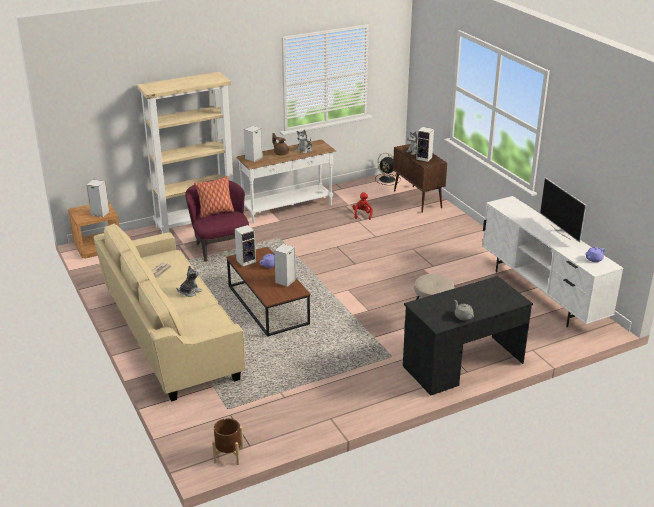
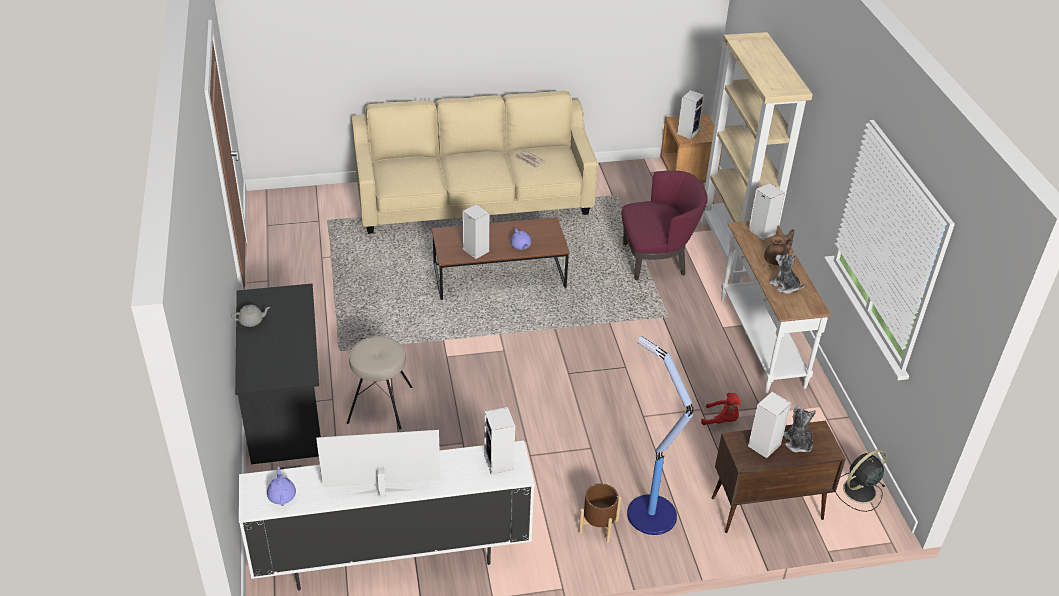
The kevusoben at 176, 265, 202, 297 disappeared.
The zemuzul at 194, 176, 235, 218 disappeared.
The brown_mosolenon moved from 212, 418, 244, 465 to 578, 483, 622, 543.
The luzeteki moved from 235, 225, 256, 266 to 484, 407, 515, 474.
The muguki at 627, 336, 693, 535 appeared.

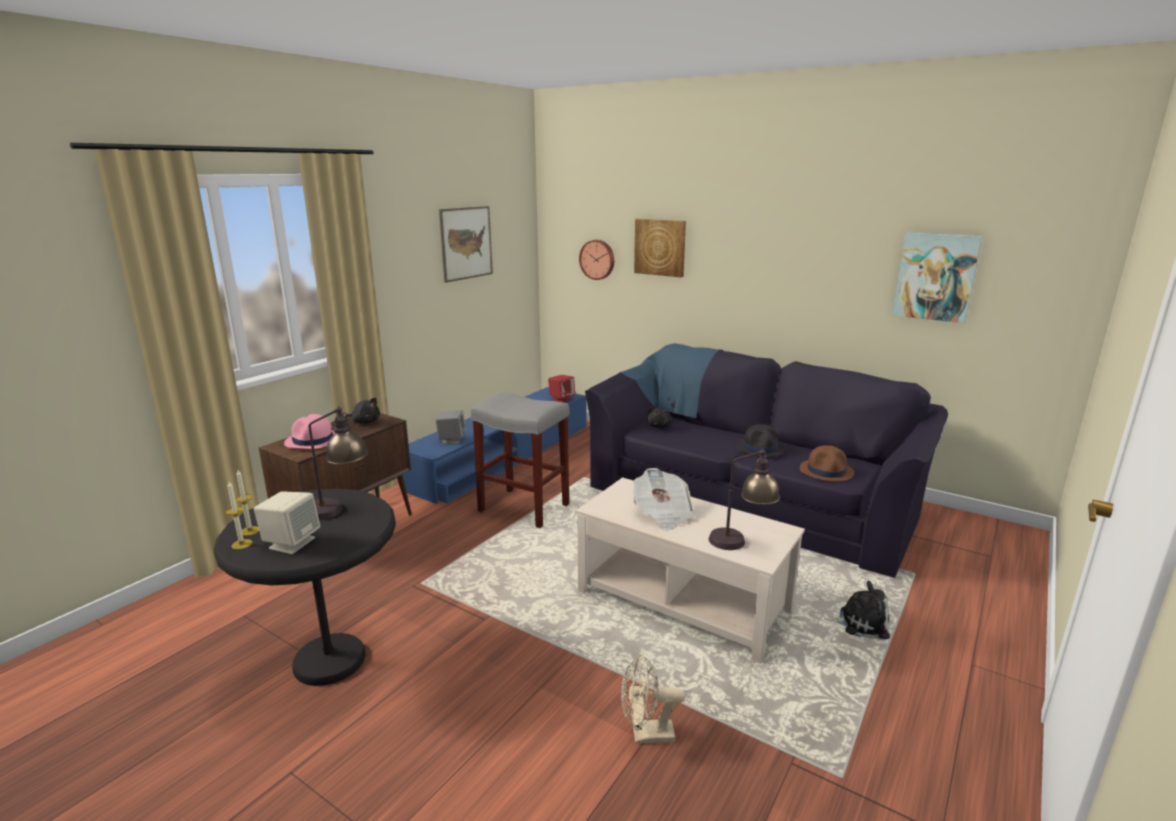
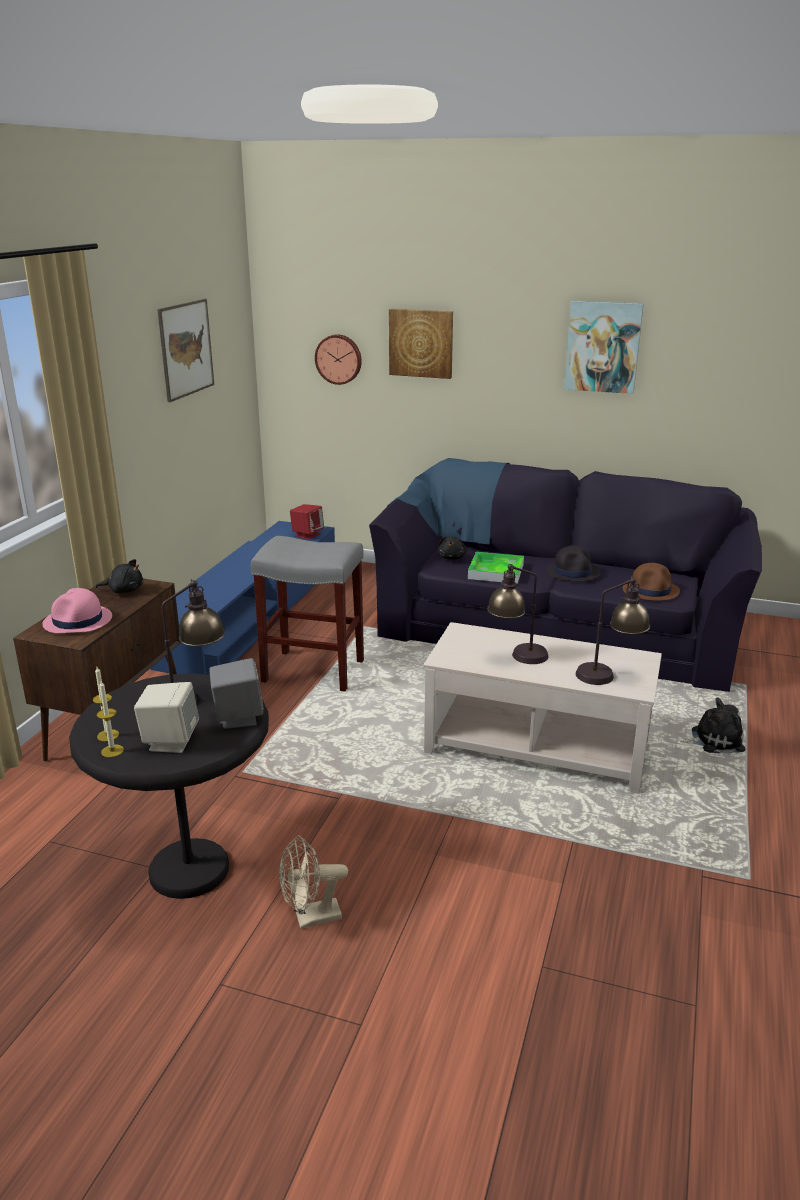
The grey_luzeteki moved from 435, 410, 466, 444 to 209, 658, 264, 729.
The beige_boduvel moved from 621, 654, 685, 744 to 280, 835, 348, 929.
The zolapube at 633, 468, 694, 531 was replaced by the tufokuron at 487, 564, 548, 664.
The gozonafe moved from 892, 232, 982, 323 to 564, 301, 644, 394.
The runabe at 468, 552, 524, 584 appeared.

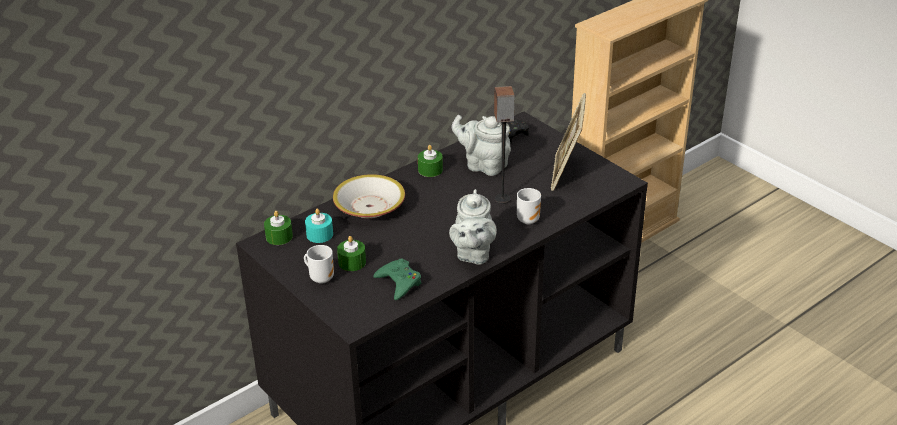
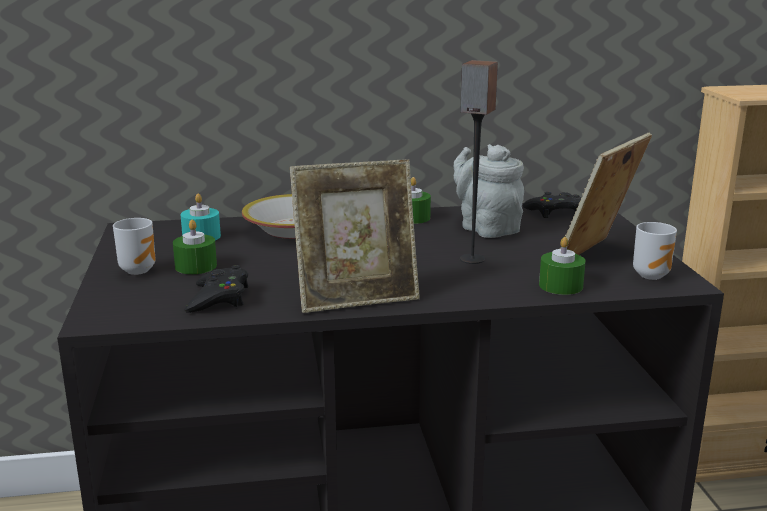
The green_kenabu moved from 264, 211, 293, 245 to 539, 237, 586, 295.
The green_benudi at 373, 259, 421, 300 became the black_benudi at 184, 265, 249, 313.
The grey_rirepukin at 449, 189, 497, 265 was replaced by the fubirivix at 290, 159, 420, 313.
The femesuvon moved from 517, 188, 541, 224 to 633, 222, 677, 280.

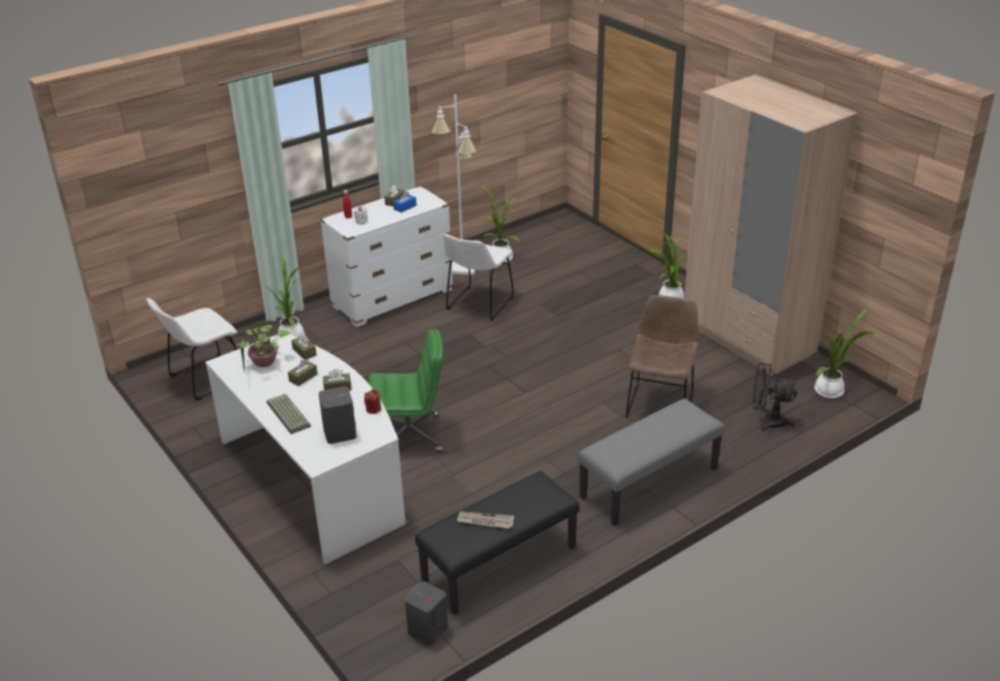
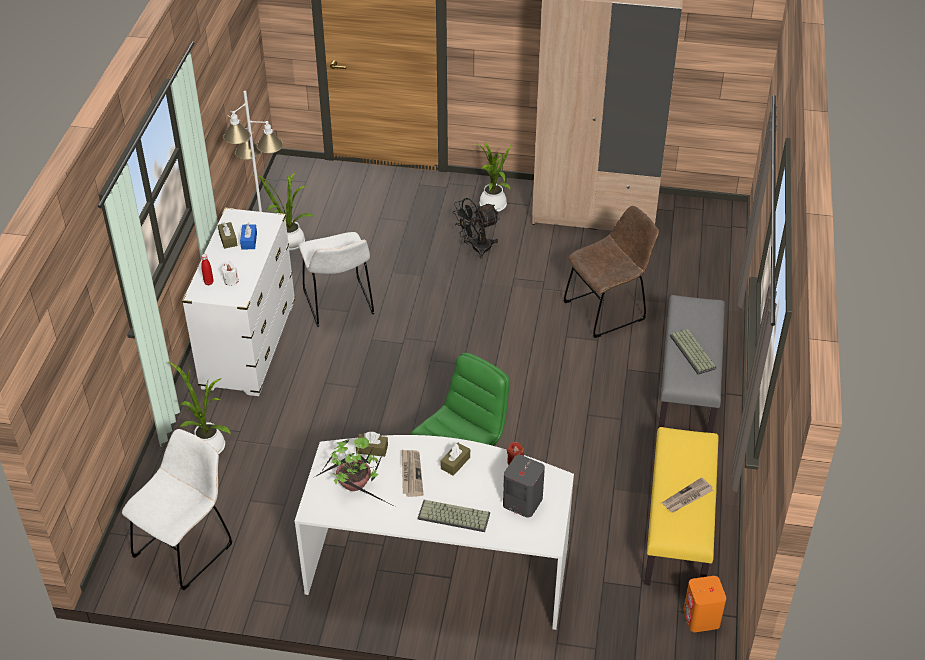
The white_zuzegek at 146, 298, 237, 401 turned 150 degrees counterclockwise.
The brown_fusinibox at 288, 359, 317, 386 was replaced by the zolapube at 402, 450, 424, 497.
The grey_luzeteki at 405, 582, 448, 645 became the orange_luzeteki at 683, 576, 726, 632.
The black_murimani at 415, 471, 580, 615 became the yellow_murimani at 644, 427, 719, 585.
The brown_zuzegek at 626, 295, 699, 418 turned 90 degrees clockwise.
The black_boduvel moved from 752, 363, 798, 431 to 453, 198, 500, 259.
The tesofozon at 814, 308, 874, 398 disappeared.
The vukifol at 670, 329, 716, 375 appeared.

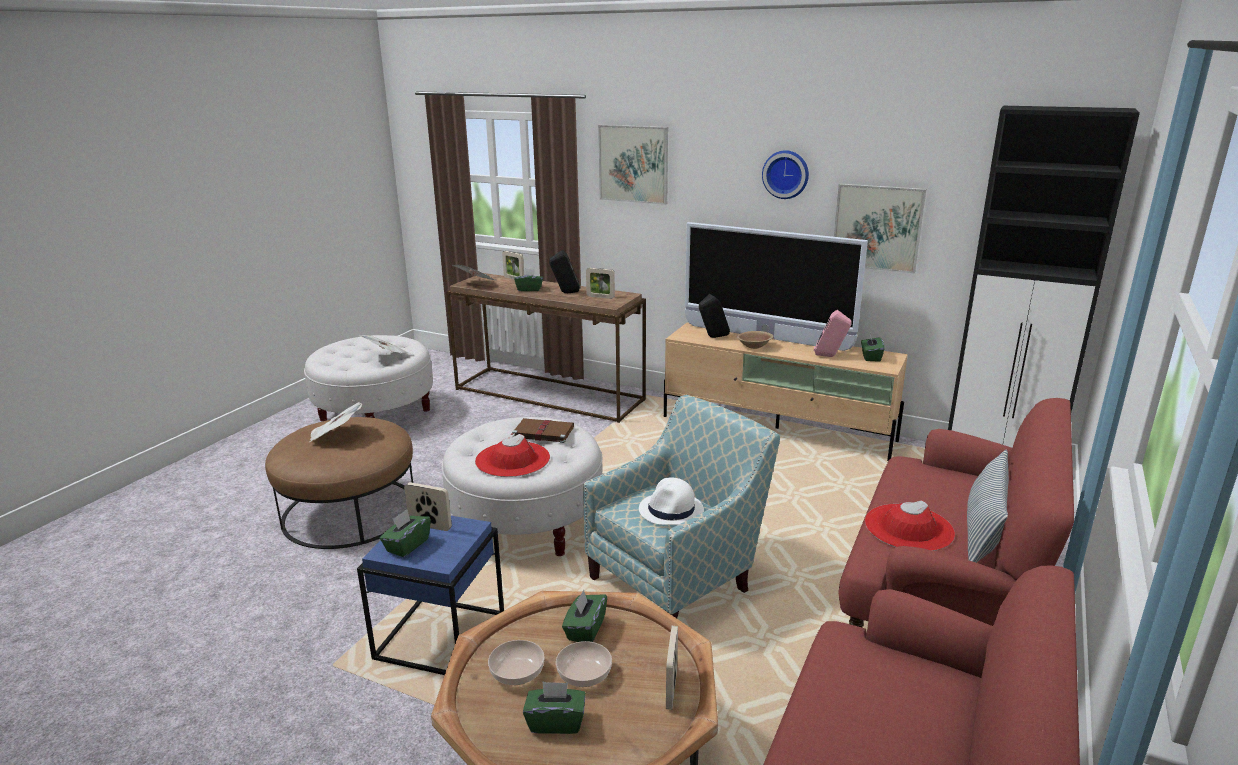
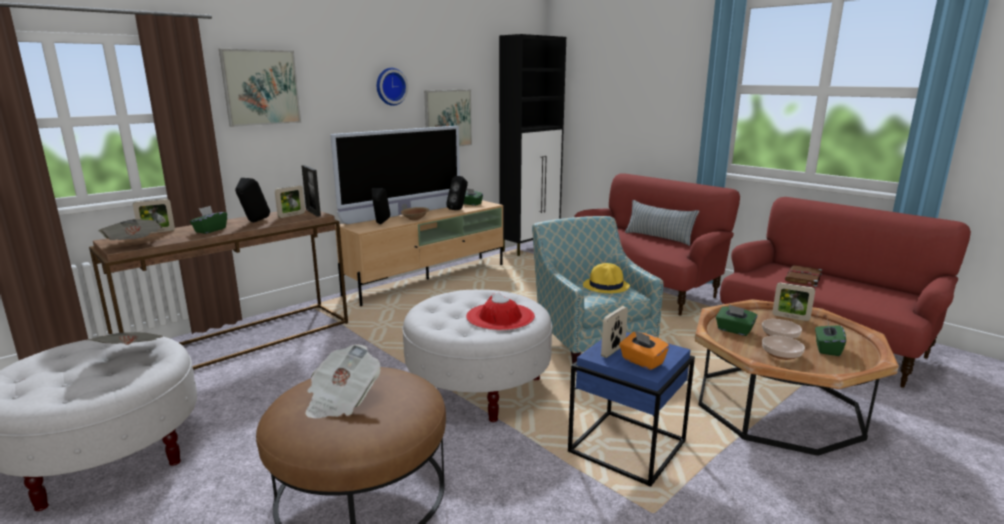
The green_fusinibox at 380, 509, 431, 557 became the orange_fusinibox at 619, 330, 669, 370.
The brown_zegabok moved from 511, 418, 574, 443 to 785, 265, 822, 287.
The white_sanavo at 639, 477, 704, 525 became the yellow_sanavo at 583, 263, 630, 293.
The pink_luzeteki at 814, 310, 852, 357 became the black_luzeteki at 446, 176, 468, 210.
The red_sanavo at 865, 500, 955, 551 disappeared.
The fubirivix at 302, 165, 321, 217 appeared.

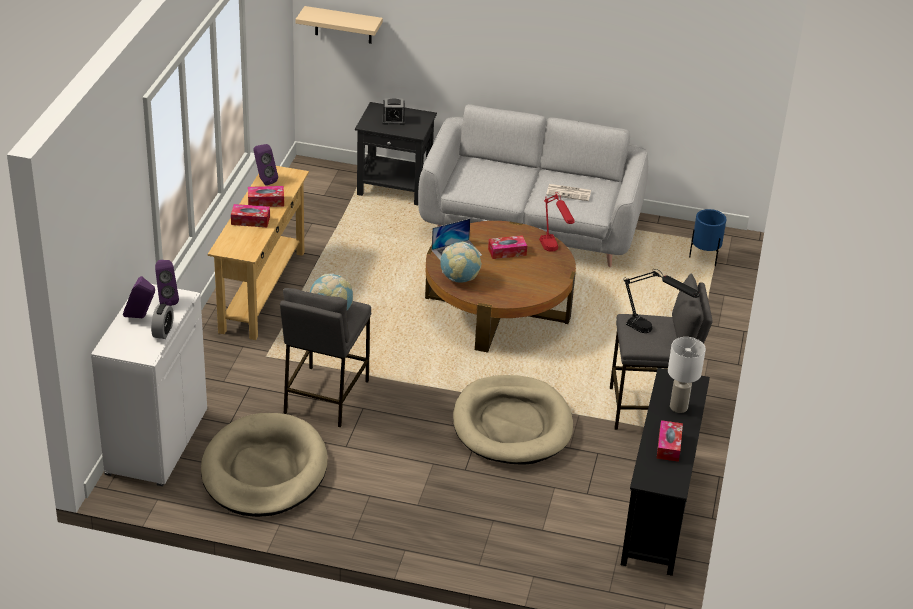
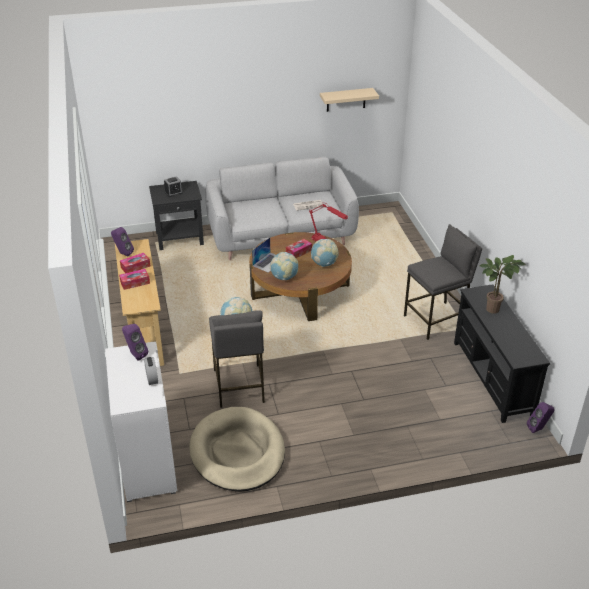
The purple_luzeteki moved from 123, 276, 155, 318 to 527, 402, 555, 433.
The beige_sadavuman moved from 295, 6, 383, 44 to 320, 88, 379, 112.
The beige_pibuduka at 453, 375, 573, 465 disappeared.
The black_tufokuron at 624, 269, 700, 333 disappeared.
The fusinibox at 656, 420, 683, 462 disappeared.
The white_tufokuron at 668, 337, 706, 413 was replaced by the tesofozon at 480, 255, 526, 314.
The blue_mosolenon at 689, 209, 726, 266 disappeared.
The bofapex at 311, 239, 338, 267 appeared.

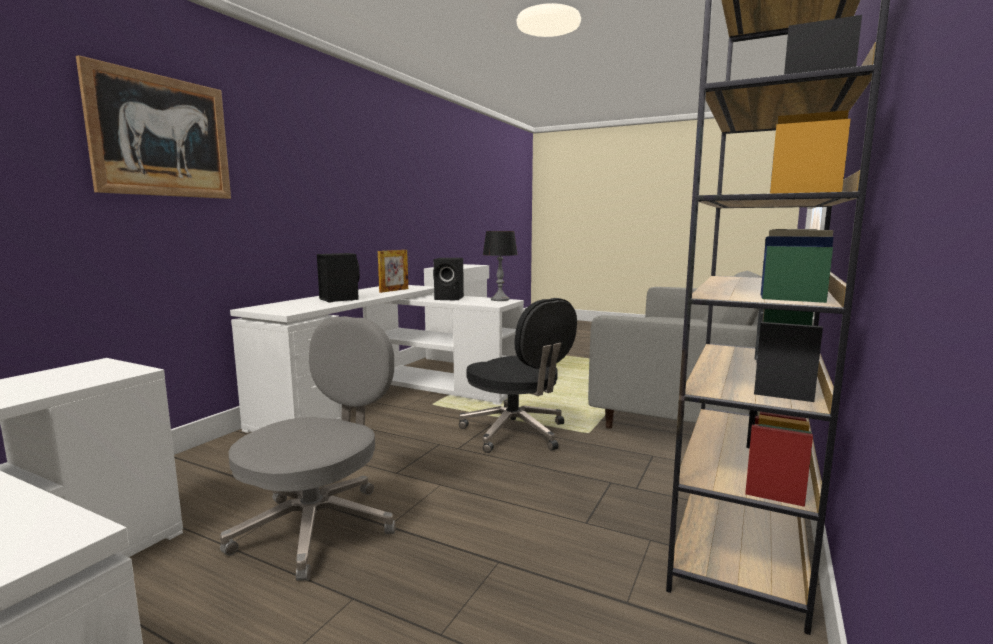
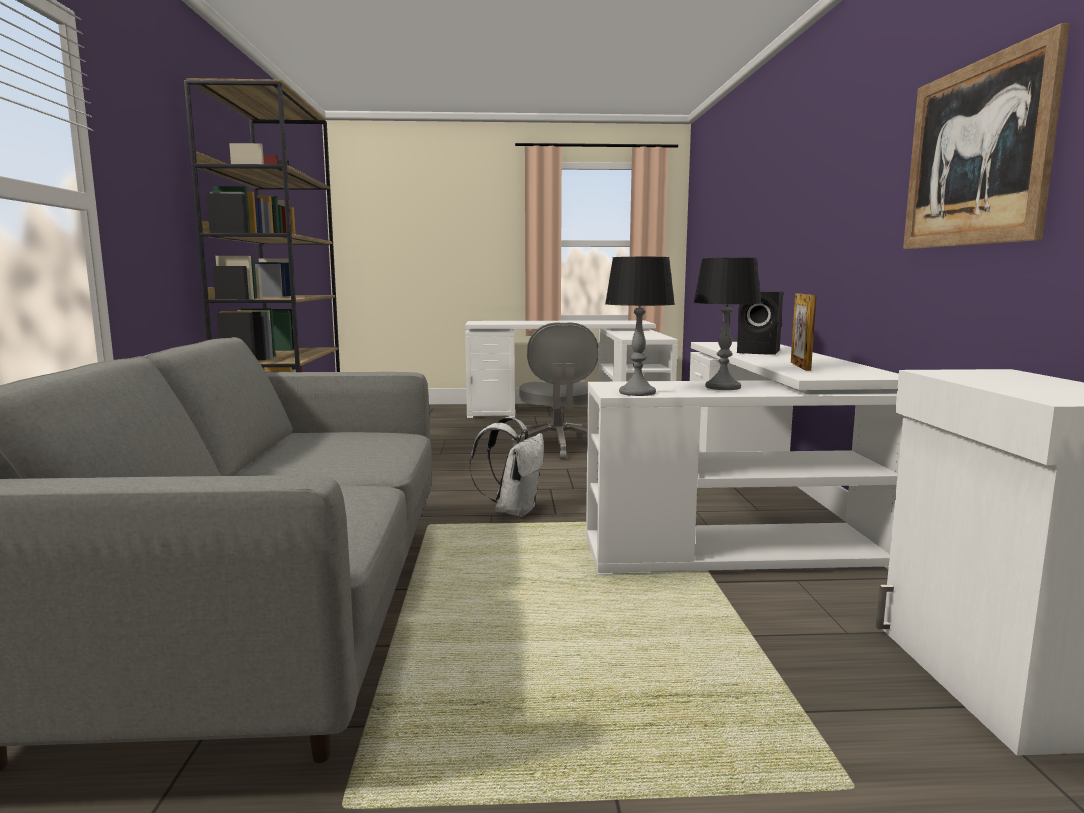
The gozonafe moved from 76, 55, 231, 199 to 903, 23, 1070, 249.
The black_luzeteki at 433, 258, 464, 300 was replaced by the tufokuron at 693, 258, 762, 390.
The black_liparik at 459, 298, 577, 453 was replaced by the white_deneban at 470, 417, 544, 517.

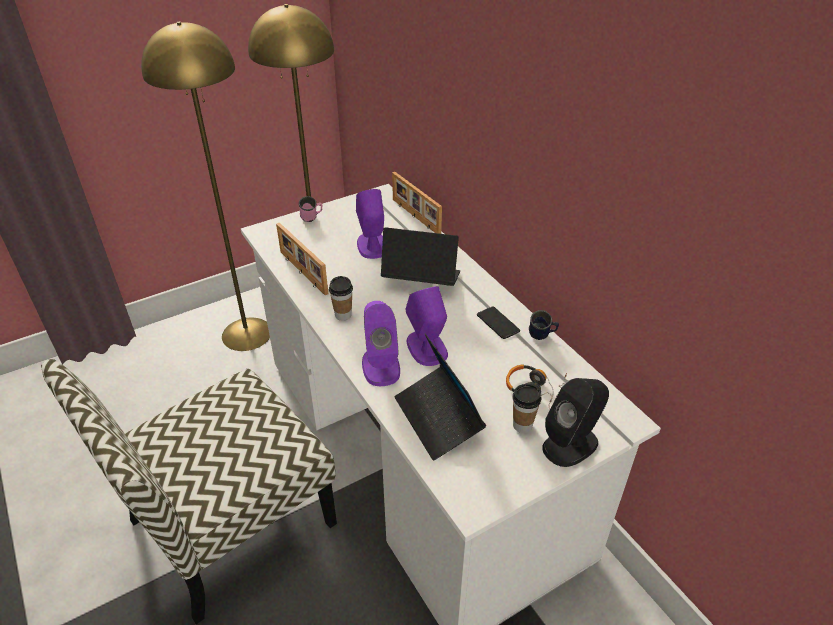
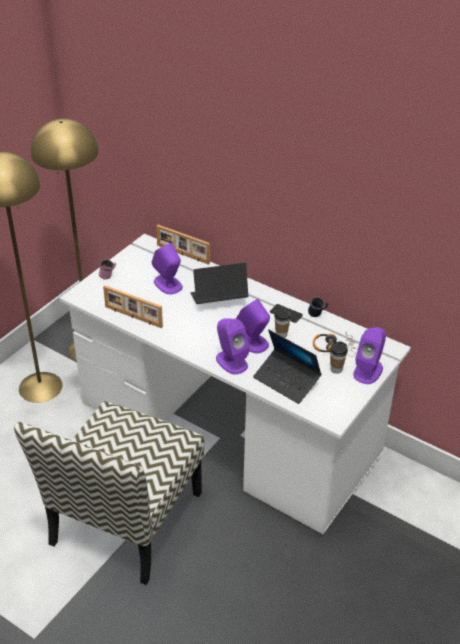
The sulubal moved from 329, 276, 353, 321 to 274, 307, 291, 338.
The black_luzeteki at 542, 378, 609, 467 became the purple_luzeteki at 353, 327, 386, 384.

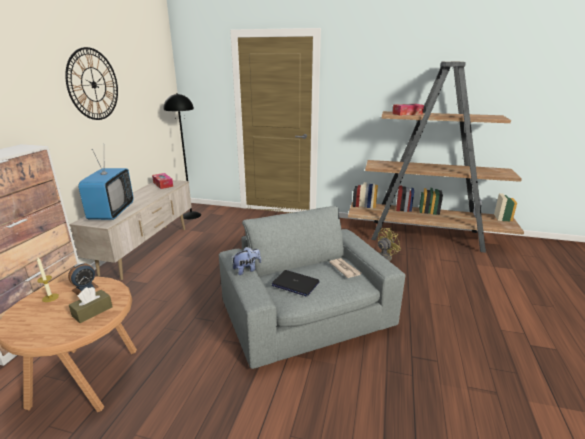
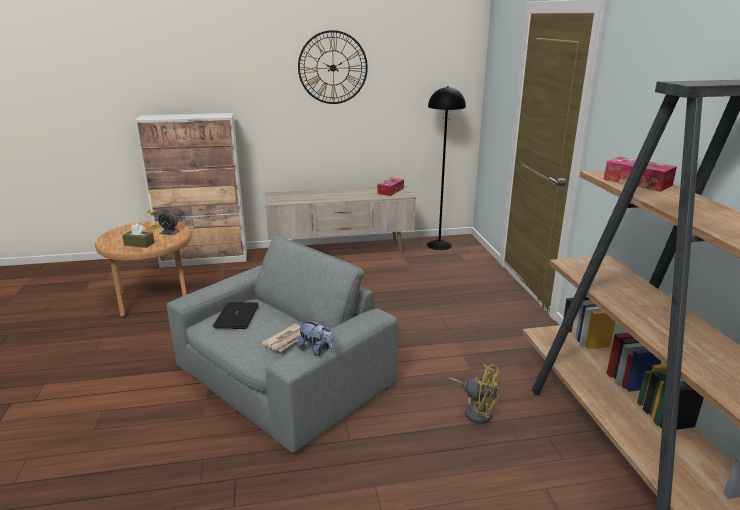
The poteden at 78, 149, 134, 220 disappeared.
The kevusoben moved from 232, 247, 261, 275 to 298, 321, 335, 356.

